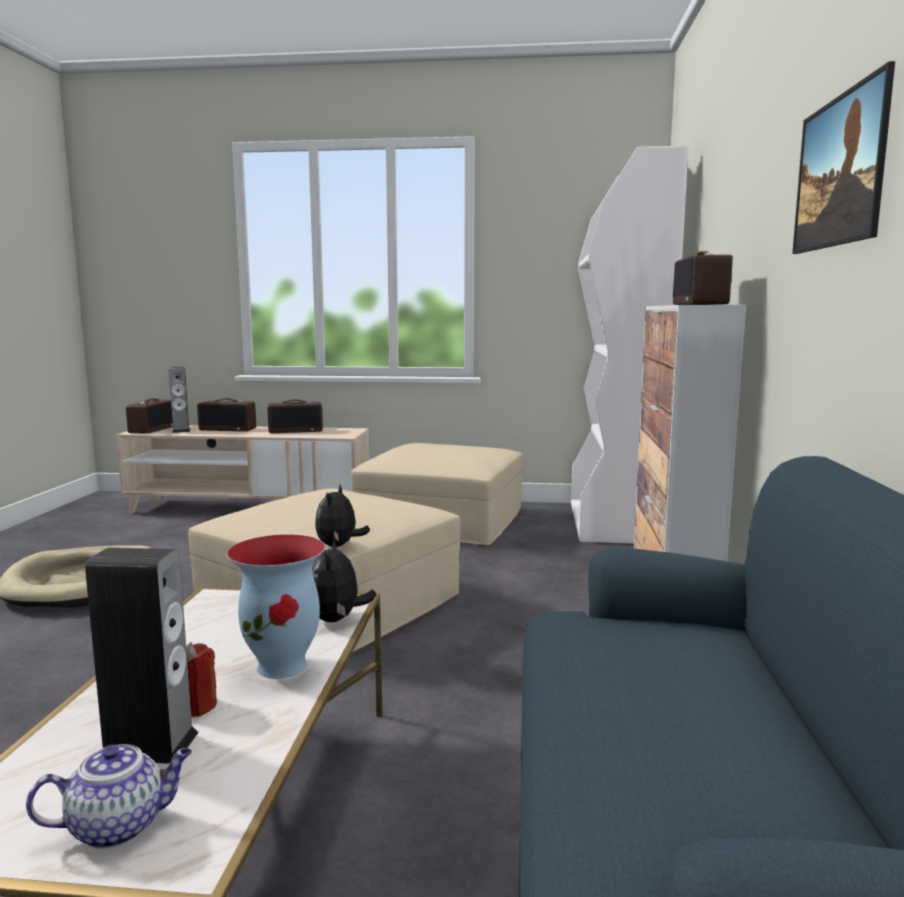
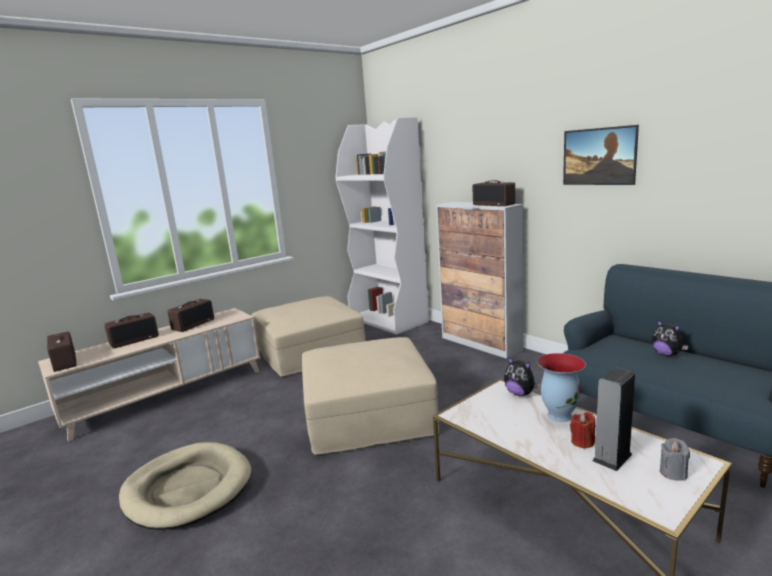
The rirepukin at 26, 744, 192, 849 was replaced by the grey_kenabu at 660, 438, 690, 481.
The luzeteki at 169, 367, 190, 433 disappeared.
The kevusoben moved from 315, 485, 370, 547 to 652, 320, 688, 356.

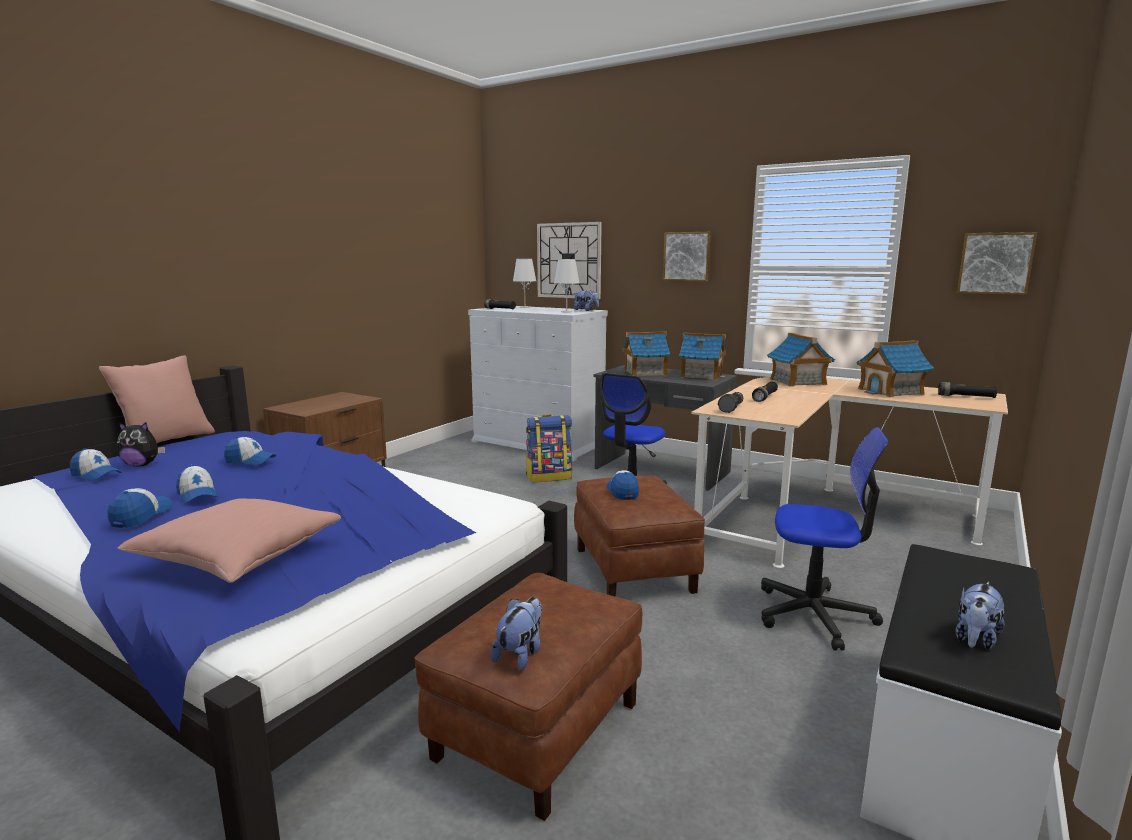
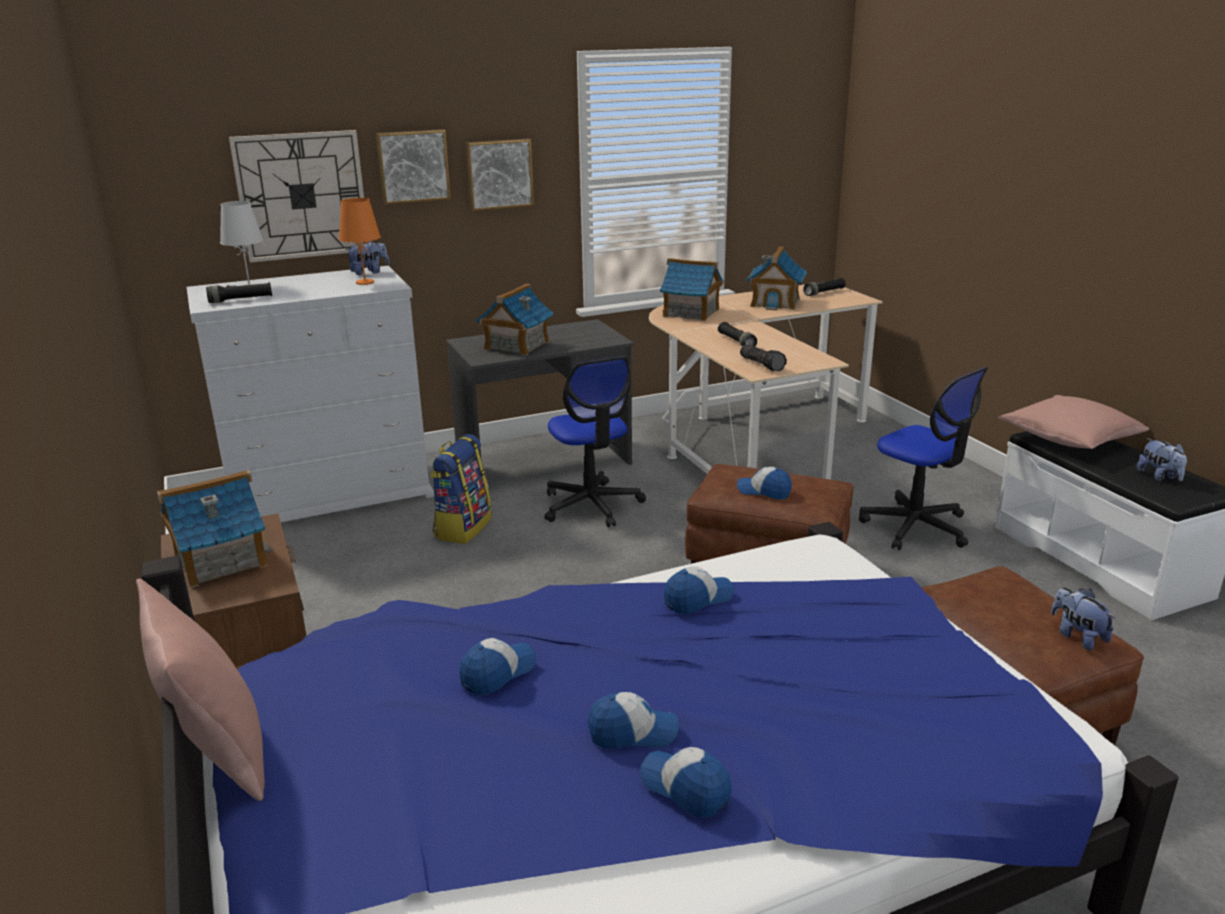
The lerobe moved from 70, 448, 121, 481 to 664, 567, 734, 614.
The kevusoben at 117, 422, 165, 467 disappeared.
The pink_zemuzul moved from 117, 498, 341, 583 to 998, 395, 1149, 449.
The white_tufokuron at 554, 259, 579, 312 became the orange_tufokuron at 339, 198, 381, 285.
The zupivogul moved from 679, 332, 726, 380 to 157, 470, 272, 588.
The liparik at 761, 427, 889, 651 turned 90 degrees clockwise.
The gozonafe moved from 957, 232, 1037, 295 to 376, 129, 451, 205.

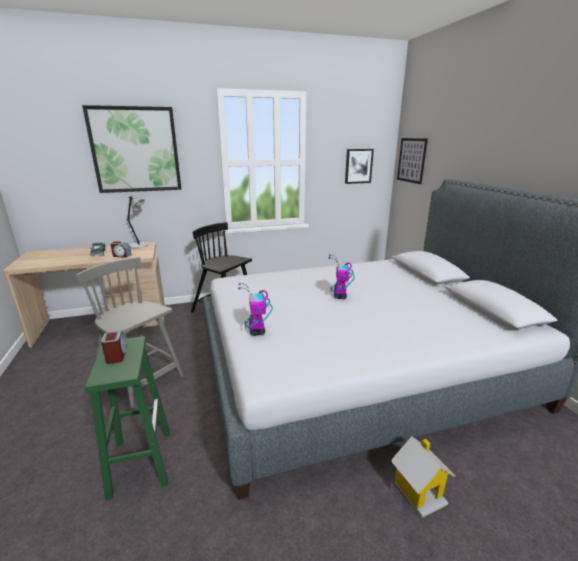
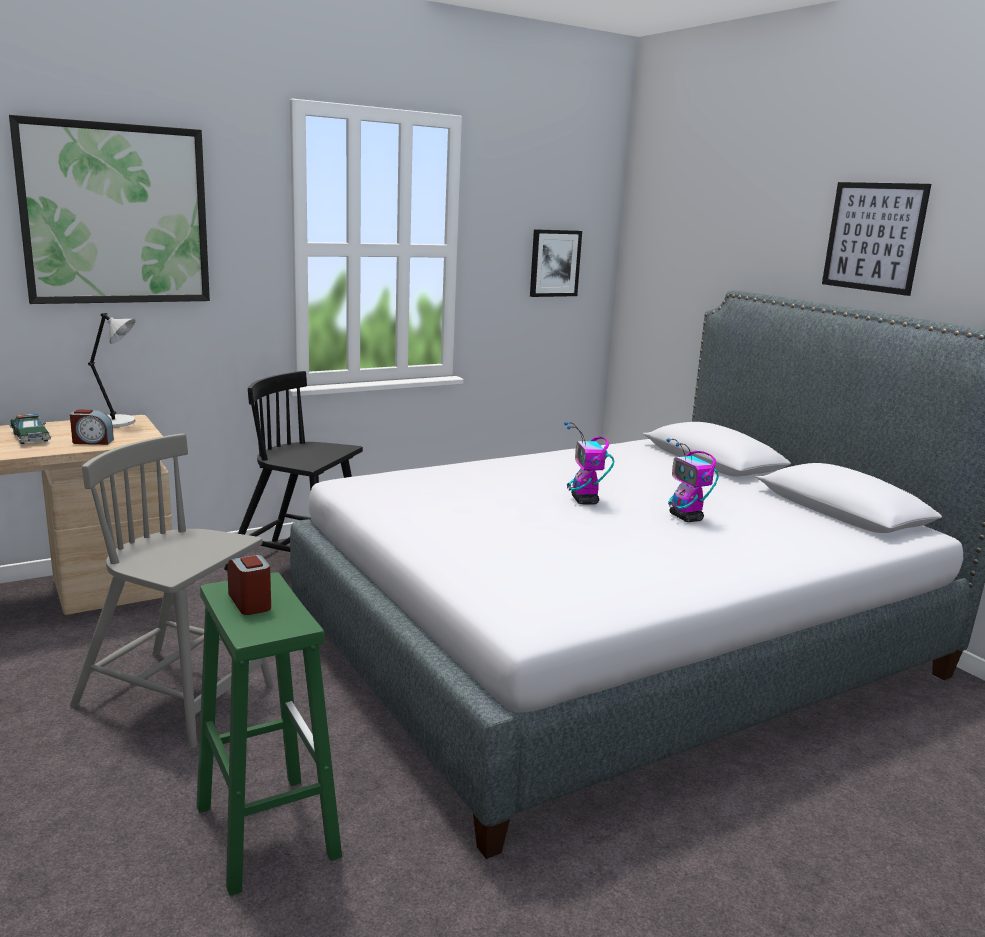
The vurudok moved from 238, 283, 273, 336 to 666, 438, 719, 522.
The zupivogul at 391, 436, 455, 518 disappeared.
The gozonafe moved from 397, 138, 428, 184 to 822, 182, 931, 296.

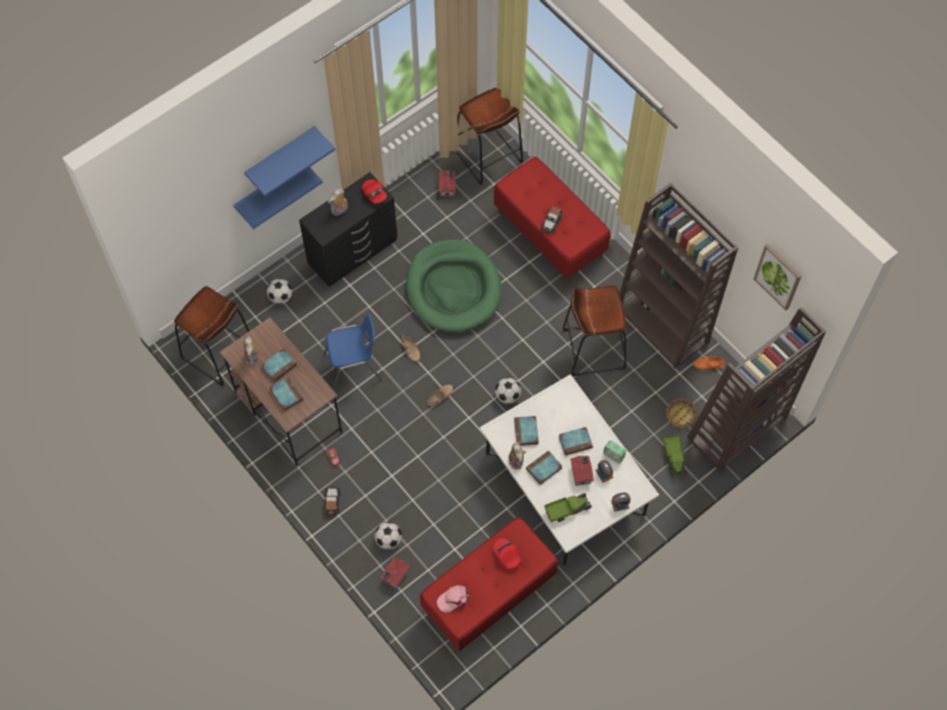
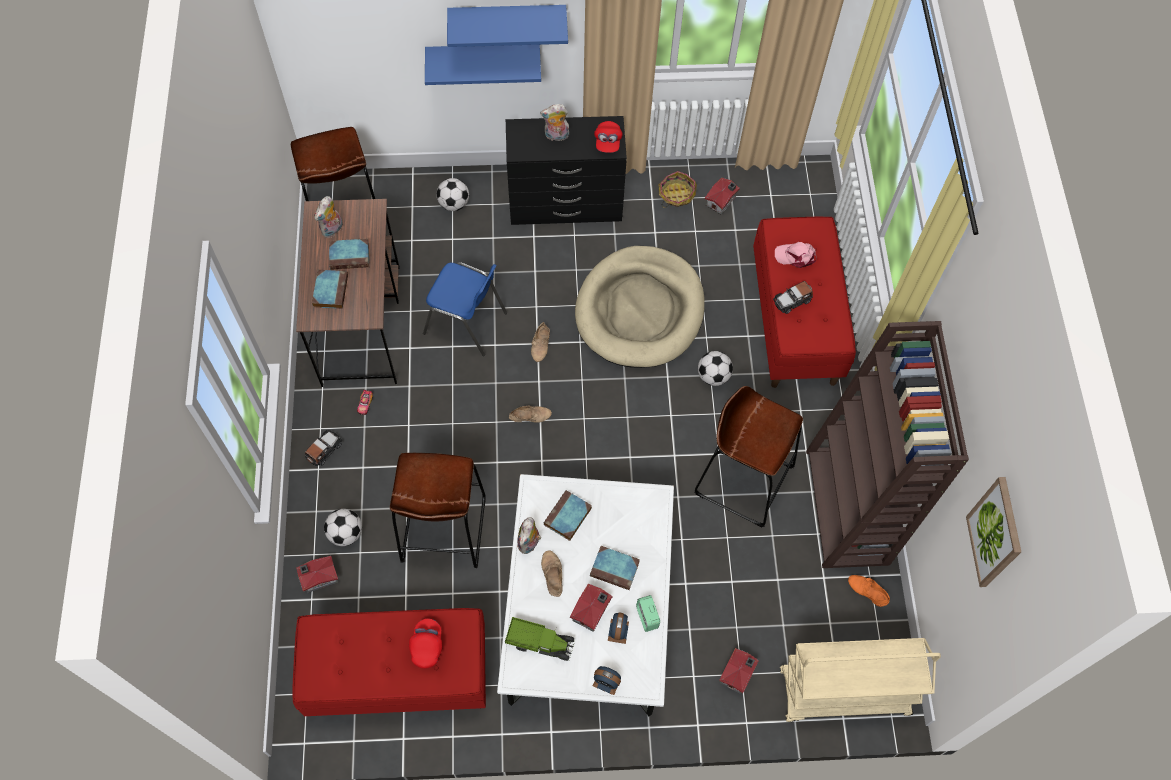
The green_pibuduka at 406, 239, 502, 332 became the beige_pibuduka at 575, 246, 705, 368.
The pink_lerobe moved from 436, 585, 470, 613 to 775, 242, 817, 268.
The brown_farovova moved from 456, 87, 523, 185 to 390, 453, 486, 568.
The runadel moved from 495, 378, 521, 404 to 698, 351, 733, 386.
The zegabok at 526, 450, 562, 485 was replaced by the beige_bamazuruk at 541, 550, 563, 597.
The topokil at 663, 434, 686, 479 was replaced by the zupivogul at 719, 648, 759, 694.
The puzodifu moved from 666, 398, 697, 432 to 659, 171, 697, 208.
The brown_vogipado at 687, 307, 826, 472 was replaced by the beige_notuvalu at 780, 638, 941, 722.

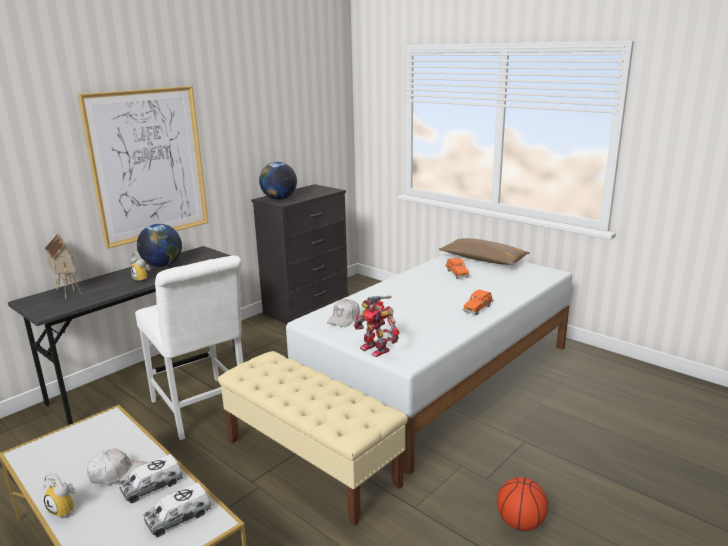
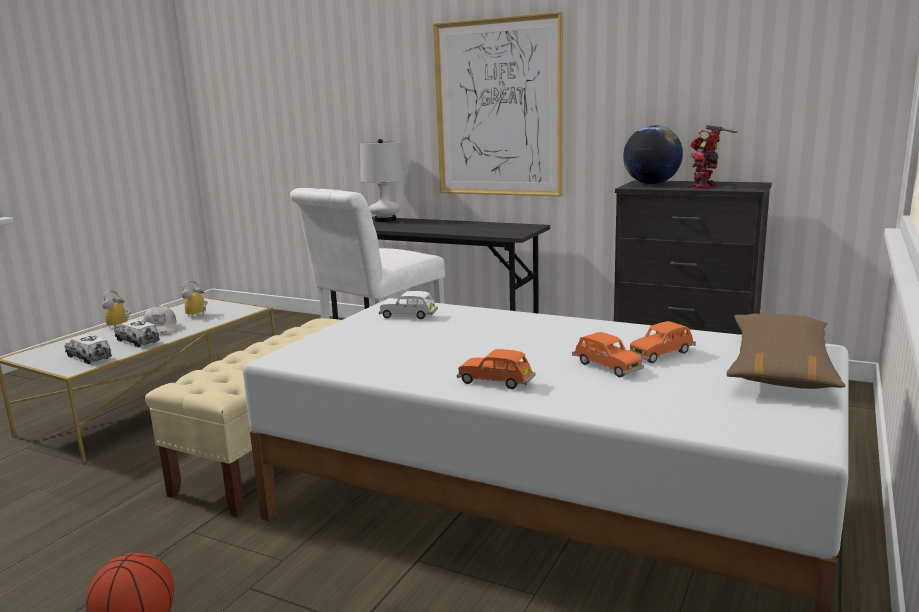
The zupivogul at 44, 233, 81, 298 was replaced by the white_tufokuron at 360, 139, 405, 222.
The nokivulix moved from 131, 252, 150, 282 to 181, 281, 208, 318.
The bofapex at 137, 224, 182, 267 disappeared.
The white_lerobe at 327, 299, 360, 327 was replaced by the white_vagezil at 379, 291, 438, 319.
The vurudok moved from 354, 296, 400, 357 to 688, 124, 737, 188.
The orange_vagezil at 572, 332, 644, 377 appeared.

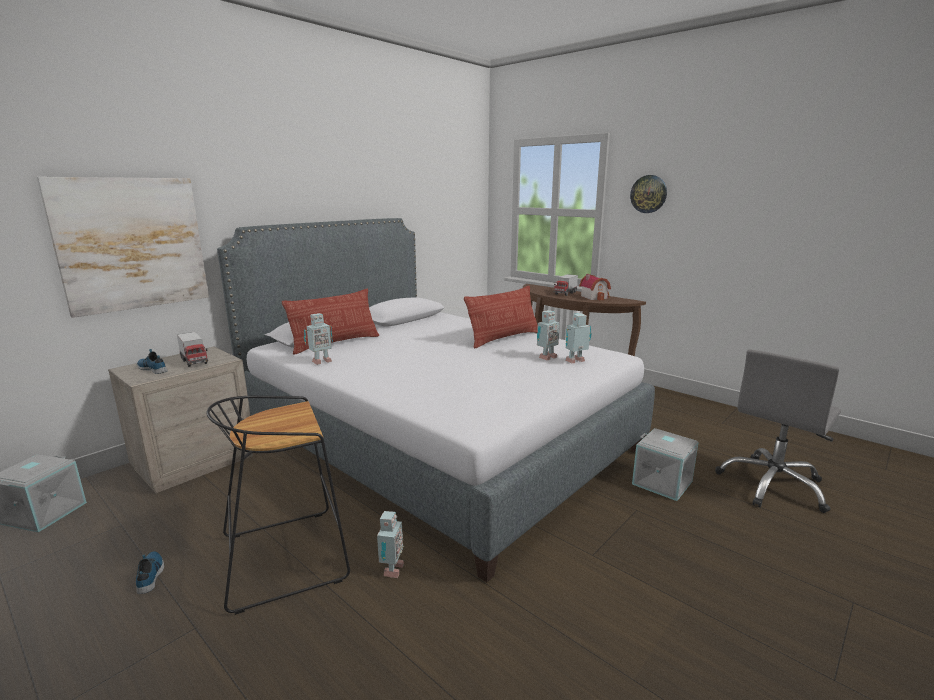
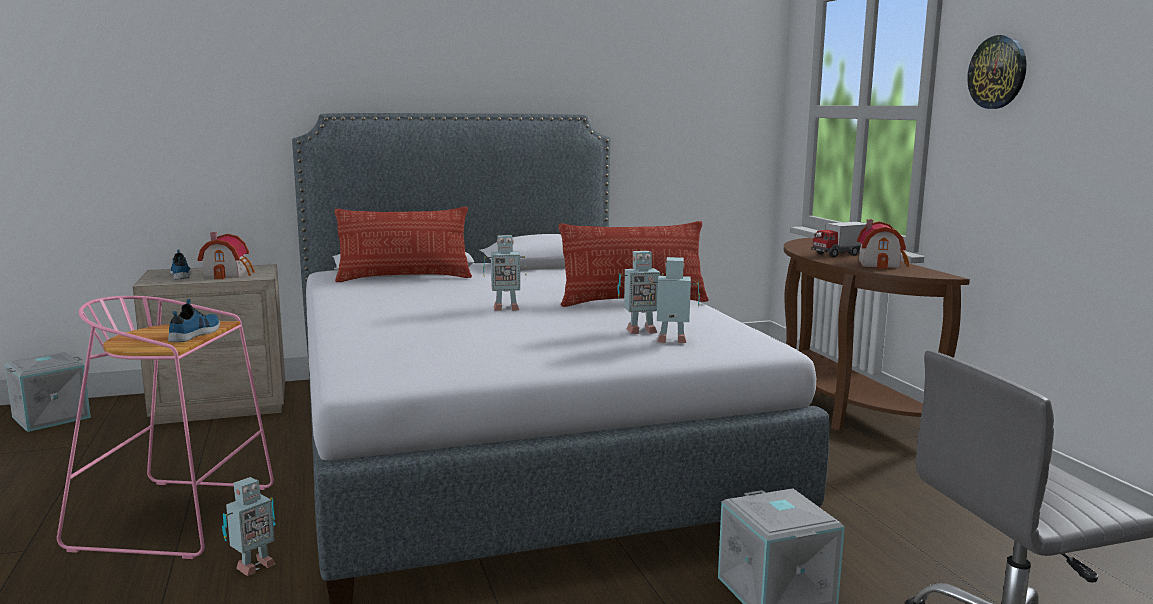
The gozonafe at 37, 177, 209, 318 disappeared.
The bamazuruk moved from 136, 551, 164, 594 to 168, 299, 220, 342.
The topokil at 177, 332, 208, 367 was replaced by the zupivogul at 198, 232, 255, 280.
The black_farovova at 206, 396, 350, 615 became the pink_farovova at 57, 296, 274, 559.
The vurudok moved from 304, 313, 333, 365 to 483, 235, 526, 311.

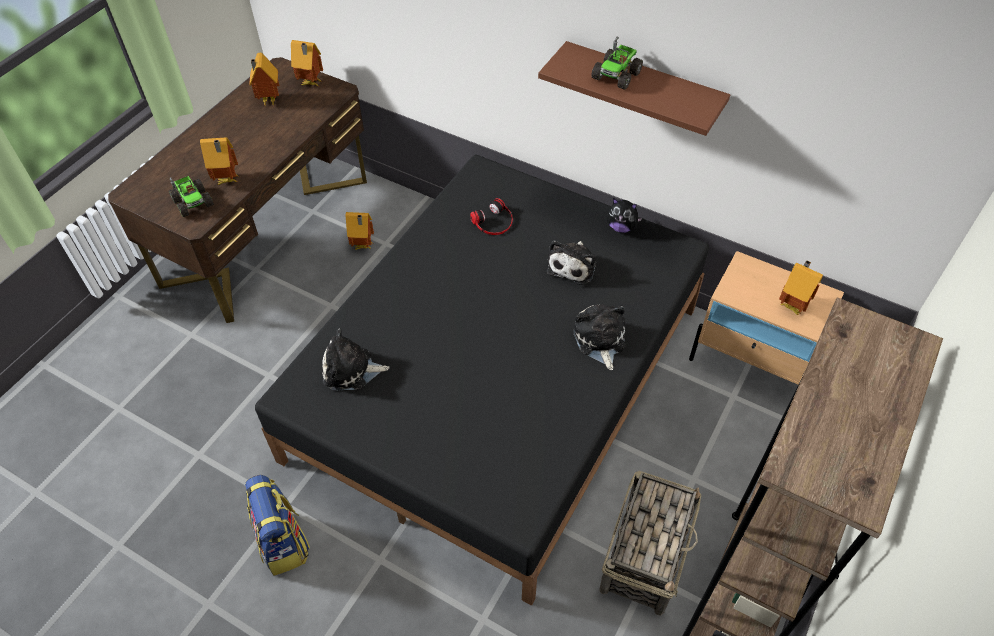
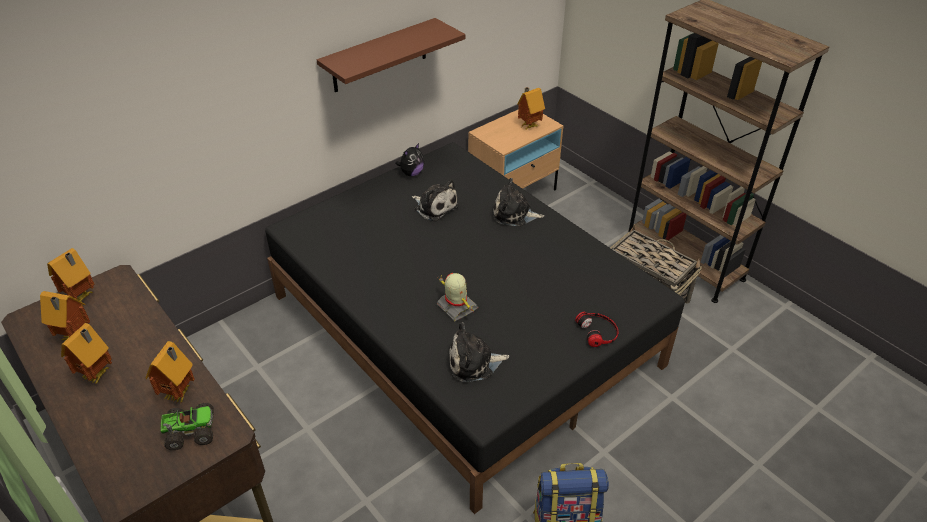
The kevusoben at 322, 328, 390, 391 turned 60 degrees clockwise.
The zupivogul moved from 346, 212, 374, 250 to 61, 323, 112, 385.
The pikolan moved from 470, 198, 513, 235 to 575, 312, 618, 347.
The topokil at 592, 37, 643, 90 disappeared.
The vurudok at 437, 273, 479, 321 appeared.

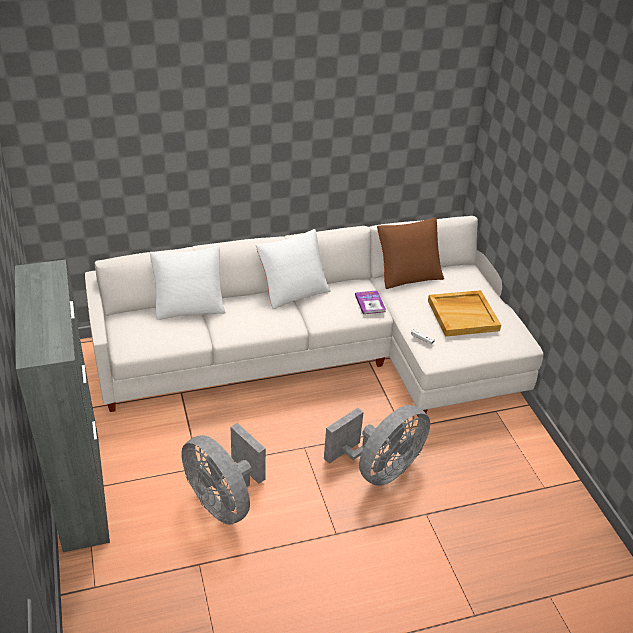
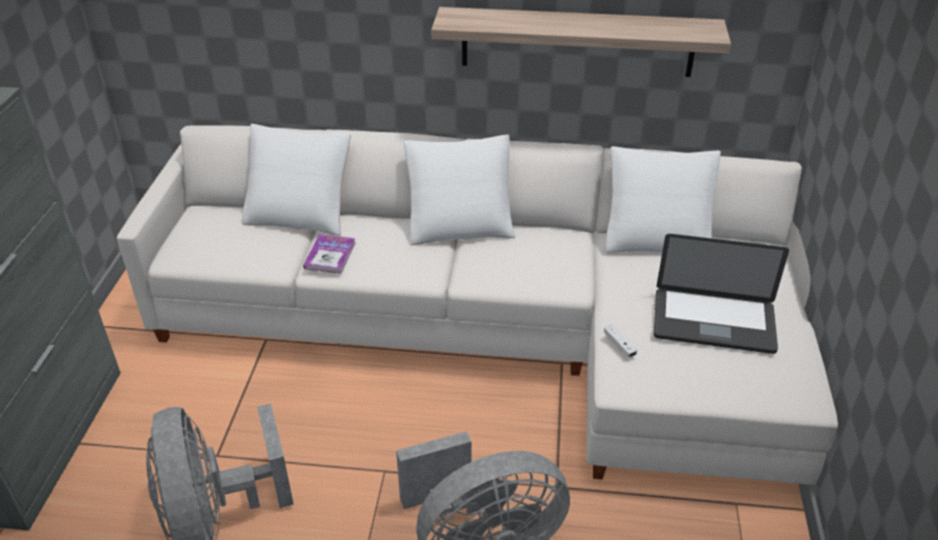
The zegabok moved from 355, 290, 386, 314 to 303, 234, 356, 274.
The brown_zemuzul at 377, 217, 444, 289 became the white_zemuzul at 605, 146, 721, 253.
The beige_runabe at 428, 290, 501, 337 was replaced by the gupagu at 654, 234, 789, 354.
The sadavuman at 431, 7, 731, 77 appeared.

